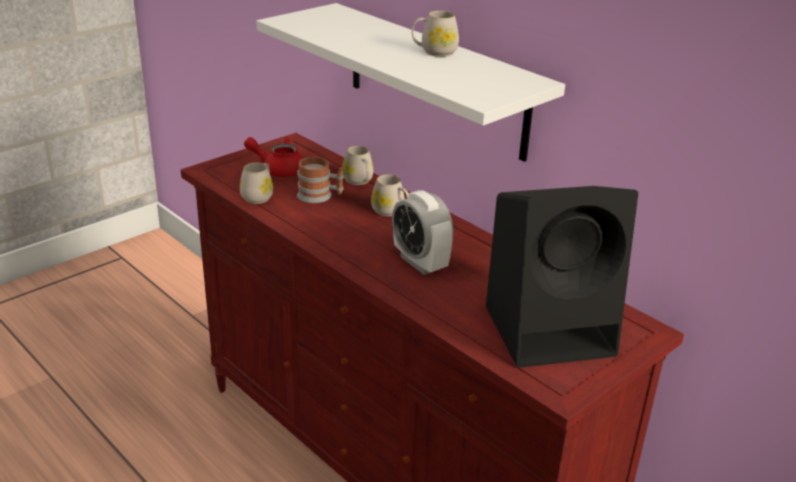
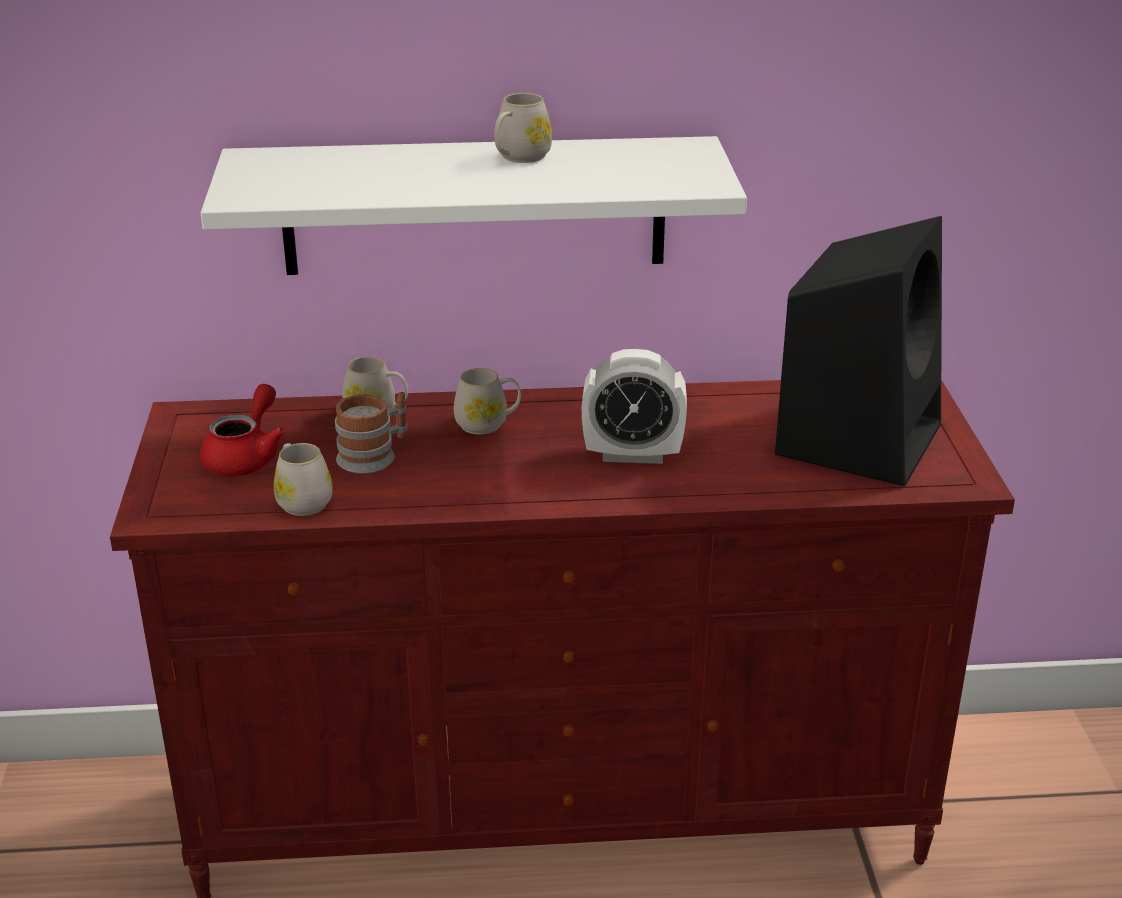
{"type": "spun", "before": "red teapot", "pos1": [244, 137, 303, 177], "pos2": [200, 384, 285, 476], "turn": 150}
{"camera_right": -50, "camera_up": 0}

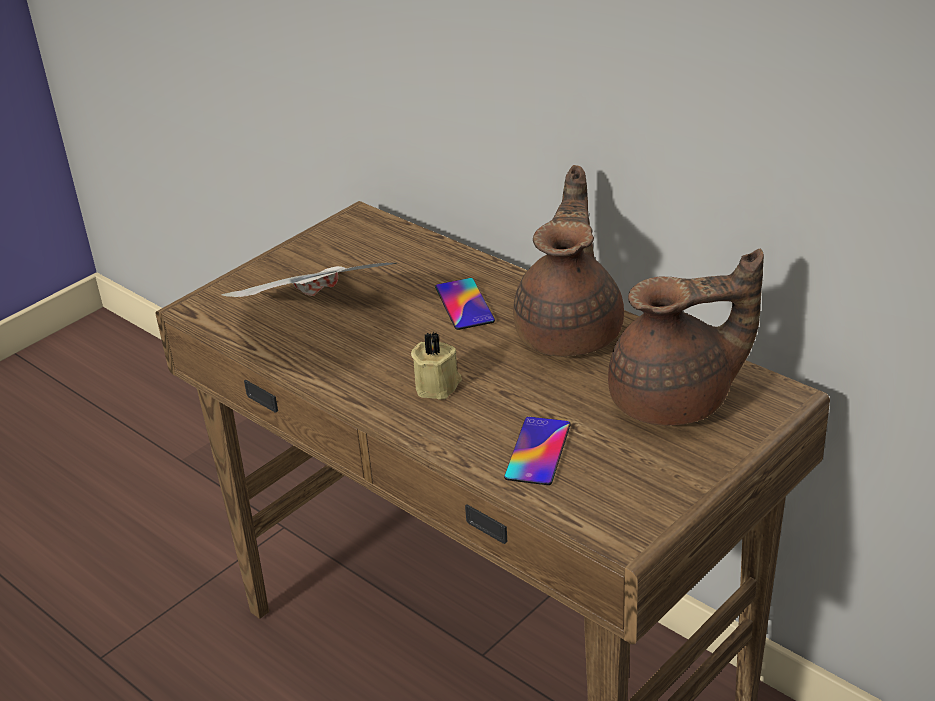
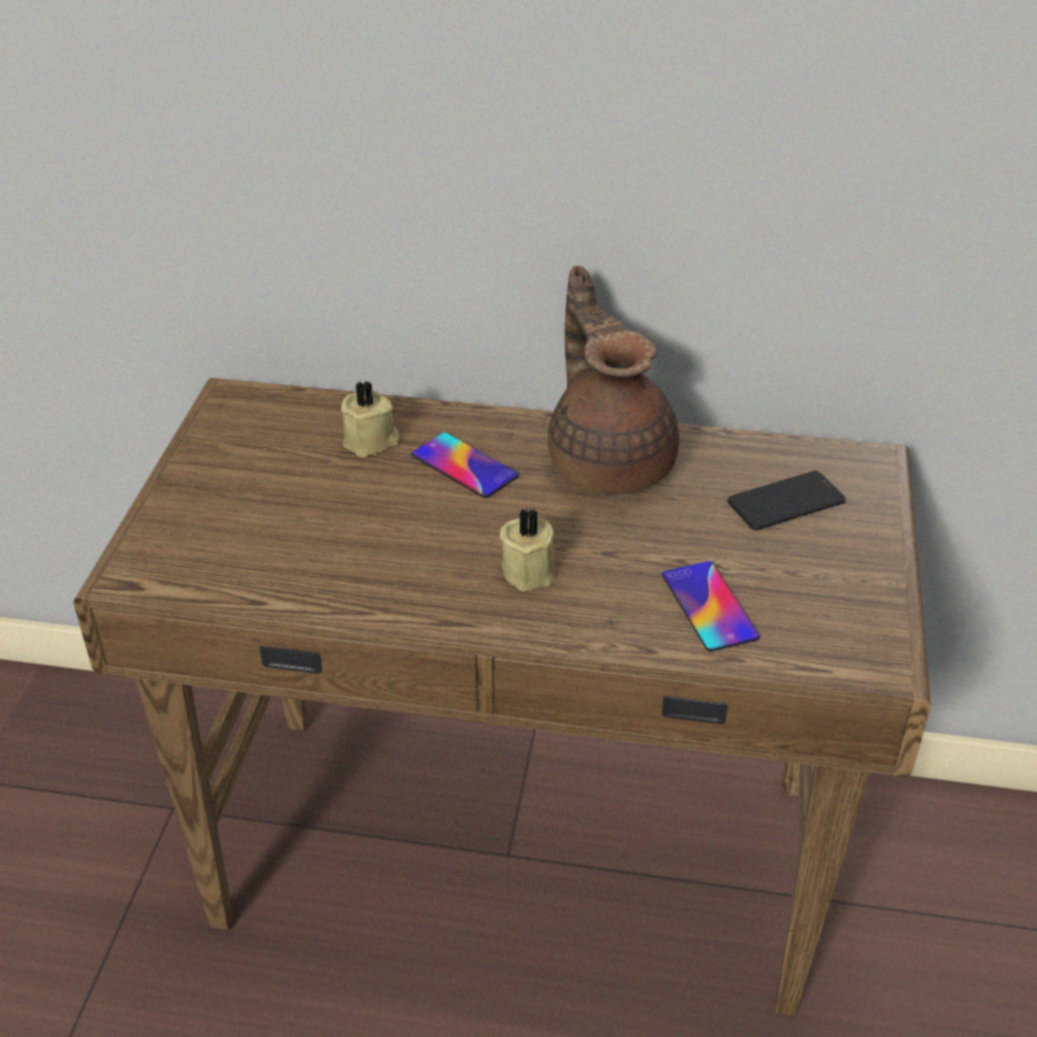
{"type": "missing", "before": "newspaper", "pos1": [221, 263, 397, 297]}
{"type": "appeared", "after": "beige candle", "pos2": [341, 380, 399, 457]}
{"type": "exchanged", "before": "brown teapot", "after": "phone", "pos1": [608, 249, 764, 426], "pos2": [727, 471, 846, 530]}
{"camera_right": -35, "camera_up": 5}

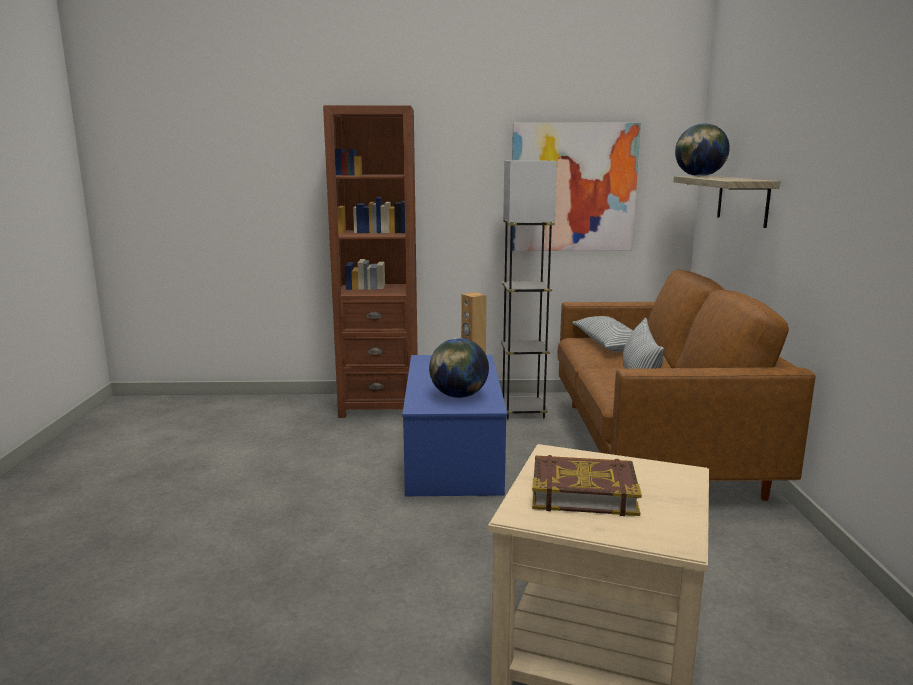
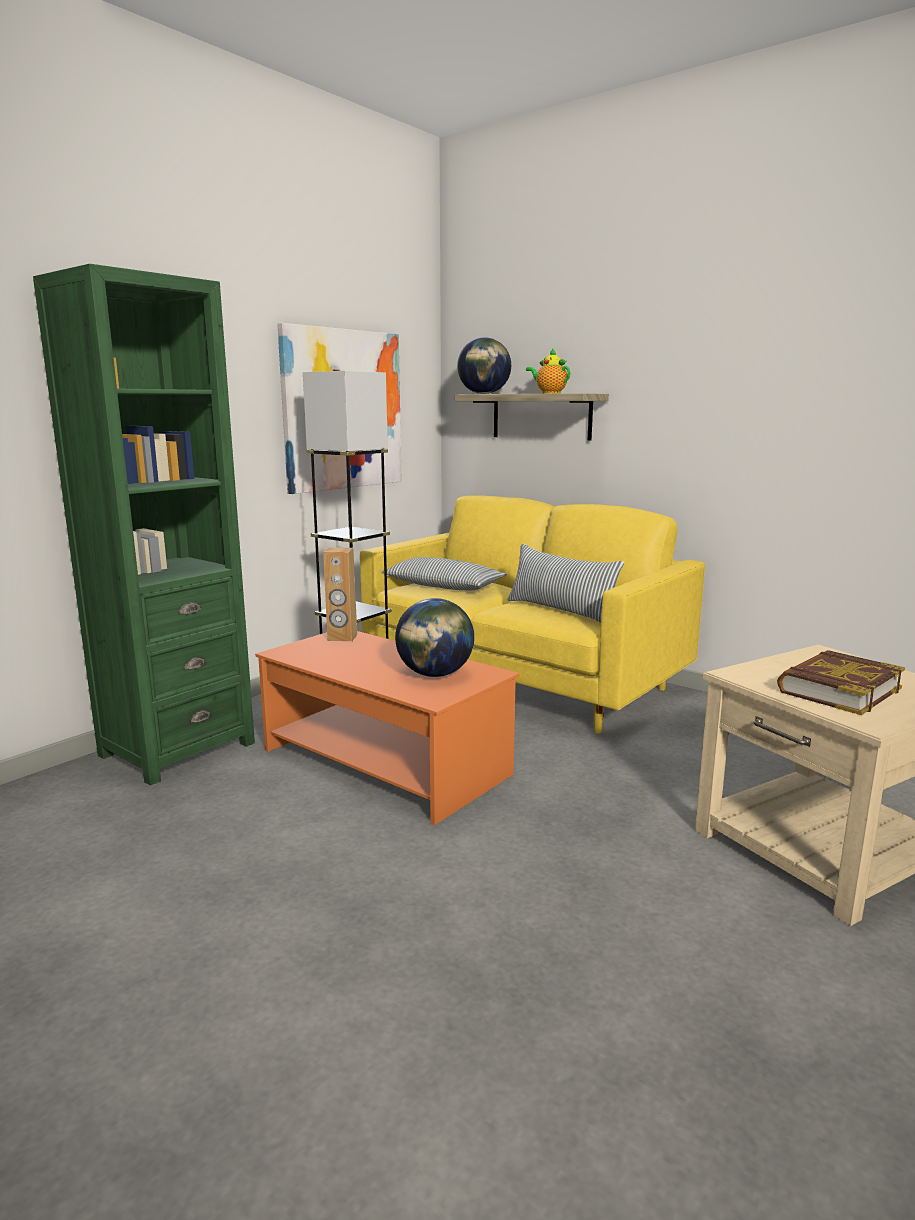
{"type": "appeared", "after": "teapot", "pos2": [526, 348, 570, 394]}
{"type": "colour", "before": "brown bookcase", "after": "green bookcase", "pos1": [323, 105, 418, 418], "pos2": [33, 264, 255, 786]}
{"type": "colour", "before": "blue coffee table", "after": "orange coffee table", "pos1": [402, 355, 507, 496], "pos2": [255, 631, 520, 825]}
{"type": "colour", "before": "brown sofa", "after": "yellow sofa", "pos1": [557, 270, 816, 501], "pos2": [360, 495, 705, 734]}
{"camera_right": -50, "camera_up": 0}

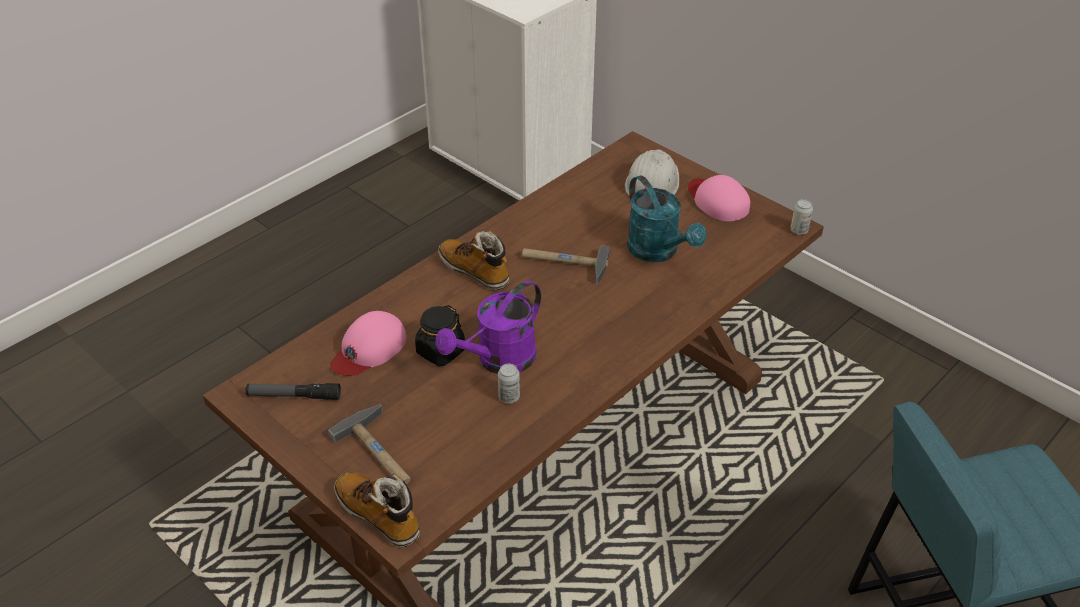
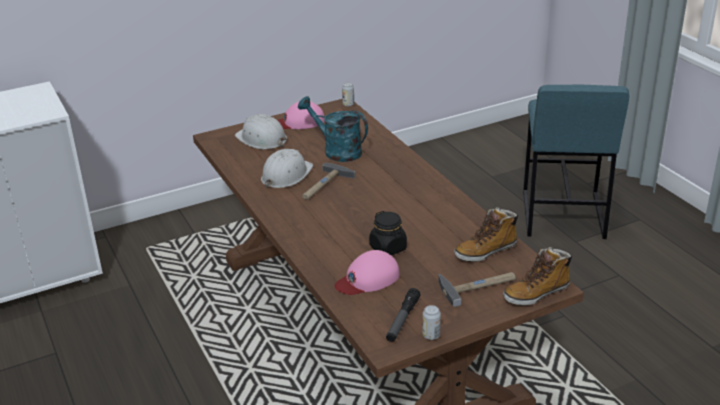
{"type": "missing", "before": "purple watering can", "pos1": [435, 281, 541, 374]}
{"type": "appeared", "after": "white hard hat", "pos2": [261, 149, 313, 189]}
{"type": "relocated", "before": "boot", "pos1": [438, 231, 509, 290], "pos2": [454, 207, 518, 262]}
{"type": "relocated", "before": "can", "pos1": [498, 364, 520, 404], "pos2": [422, 305, 441, 340]}
{"type": "spun", "before": "pink cap", "pos1": [330, 311, 407, 376], "pos2": [335, 250, 400, 295], "turn": 90}
{"type": "spun", "before": "turquoise watering can", "pos1": [627, 176, 707, 262], "pos2": [298, 96, 368, 162], "turn": -135}
{"camera_right": -70, "camera_up": -10}

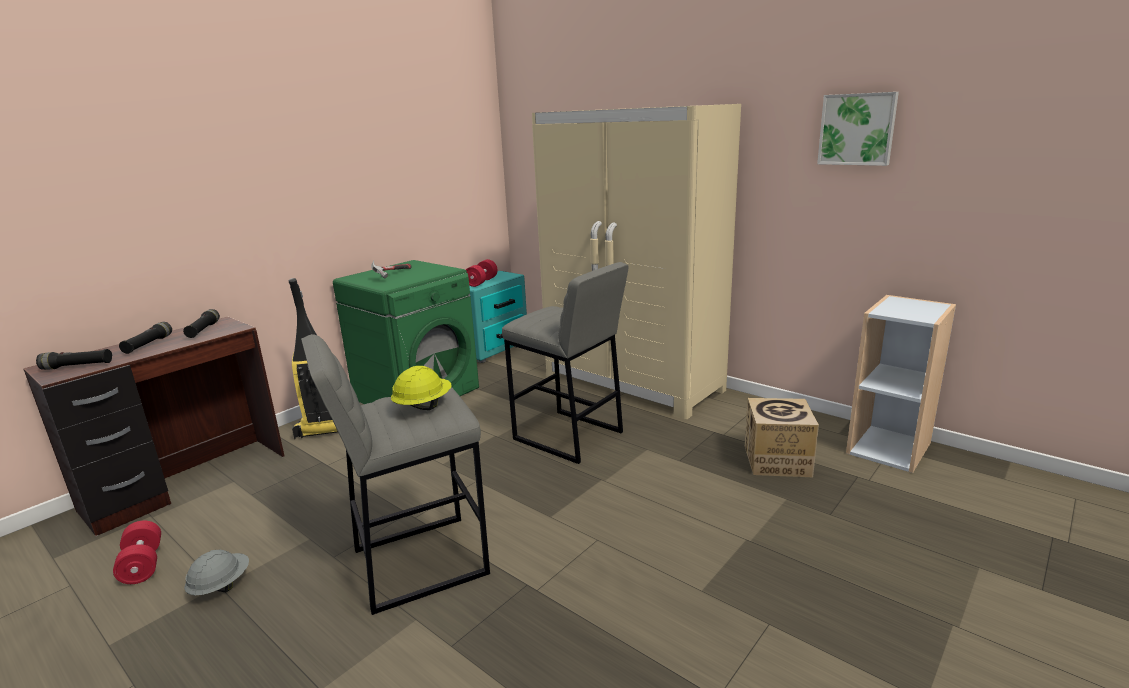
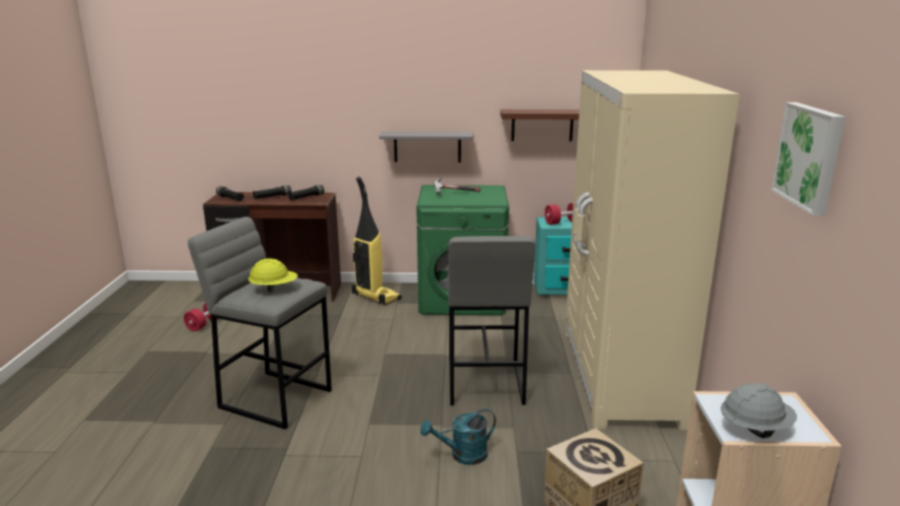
{"type": "appeared", "after": "grey shelf", "pos2": [379, 131, 473, 163]}
{"type": "appeared", "after": "turquoise watering can", "pos2": [420, 409, 496, 465]}
{"type": "appeared", "after": "brown shelf", "pos2": [500, 109, 579, 141]}
{"type": "relocated", "before": "grey hard hat", "pos1": [184, 550, 249, 595], "pos2": [721, 383, 797, 438]}
{"camera_right": 50, "camera_up": 0}

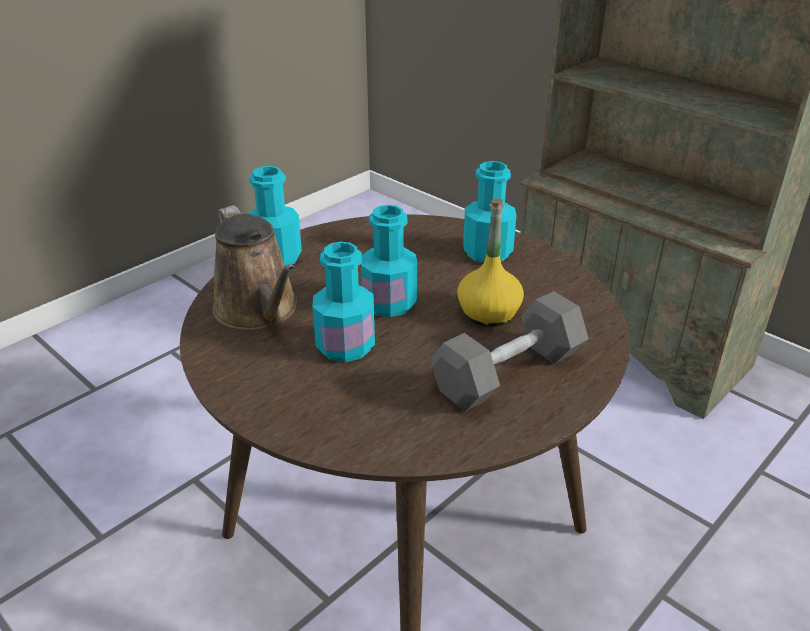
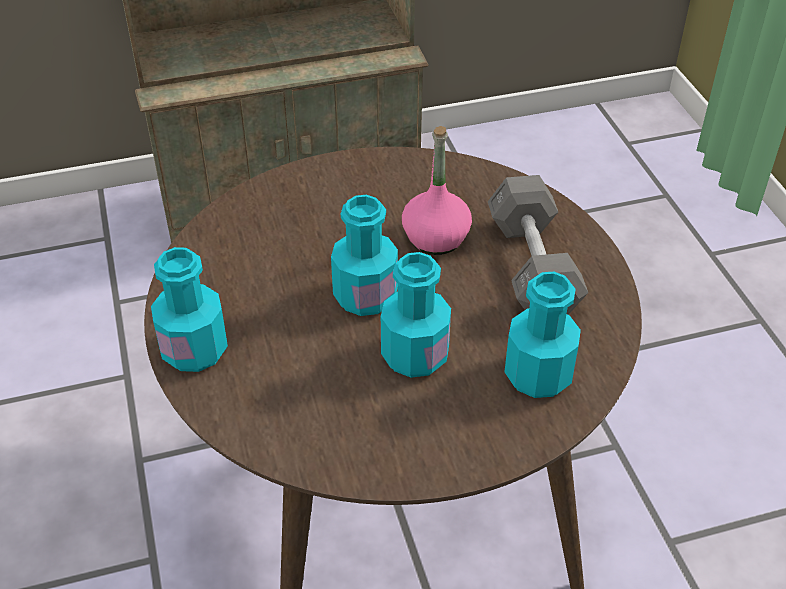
{"type": "missing", "before": "brown watering can", "pos1": [212, 205, 297, 330]}
{"type": "relocated", "before": "turquoise bottle", "pos1": [463, 161, 517, 263], "pos2": [504, 272, 581, 398]}
{"type": "colour", "before": "yellow bottle", "after": "pink bottle", "pos1": [457, 198, 524, 326], "pos2": [402, 126, 472, 255]}
{"camera_right": -60, "camera_up": 10}

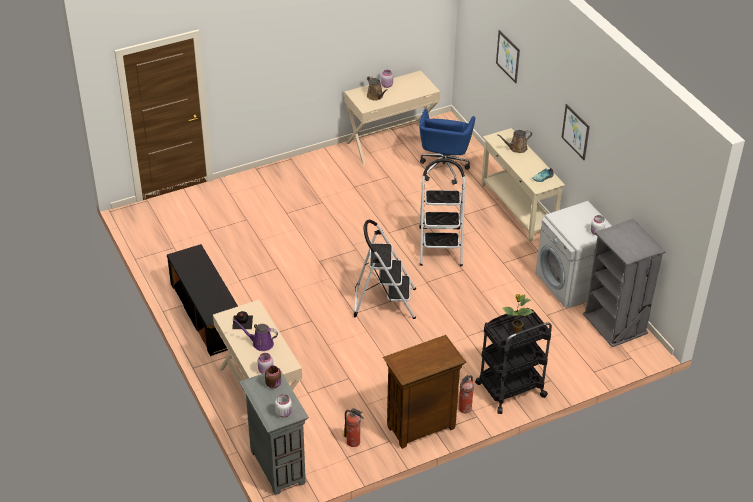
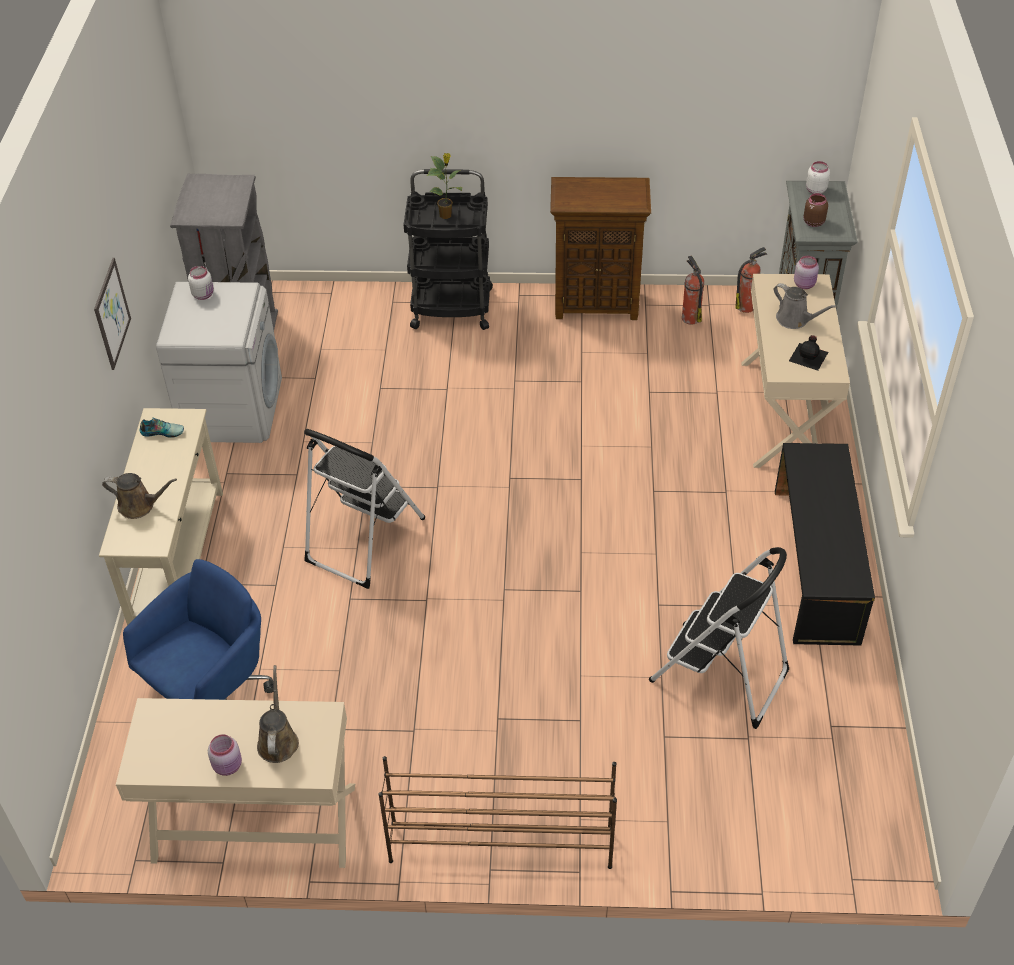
{"type": "missing", "before": "picture", "pos1": [496, 30, 520, 83]}
{"type": "appeared", "after": "brown shoe rack", "pos2": [379, 756, 617, 869]}
{"type": "relocated", "before": "step ladder", "pos1": [354, 220, 416, 319], "pos2": [649, 547, 789, 729]}
{"type": "relocated", "before": "fire extinguisher", "pos1": [458, 375, 474, 413], "pos2": [735, 247, 767, 313]}
{"type": "colour", "before": "purple watering can", "after": "grey watering can", "pos1": [233, 319, 278, 351], "pos2": [774, 283, 837, 329]}
{"camera_right": -150, "camera_up": 5}

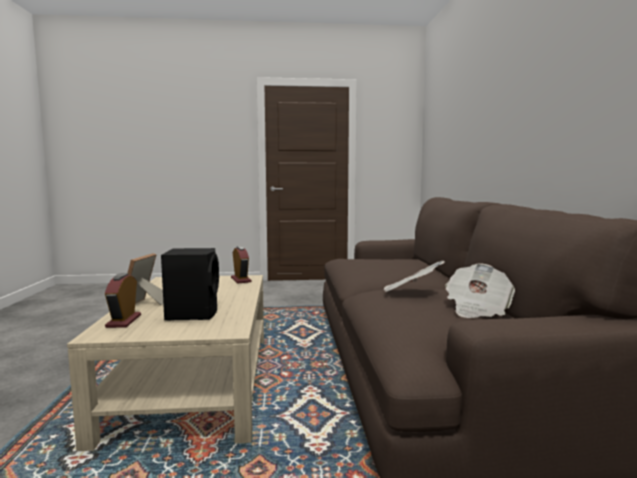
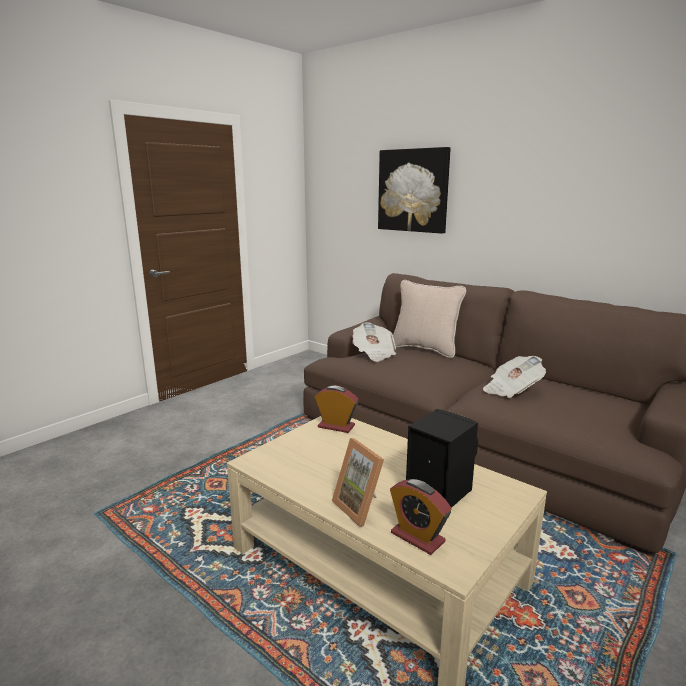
{"type": "appeared", "after": "picture", "pos2": [378, 147, 451, 234]}
{"type": "appeared", "after": "beige pillow", "pos2": [393, 280, 466, 358]}
{"type": "relocated", "before": "newspaper", "pos1": [445, 263, 515, 318], "pos2": [352, 322, 396, 362]}
{"camera_right": -45, "camera_up": 10}

